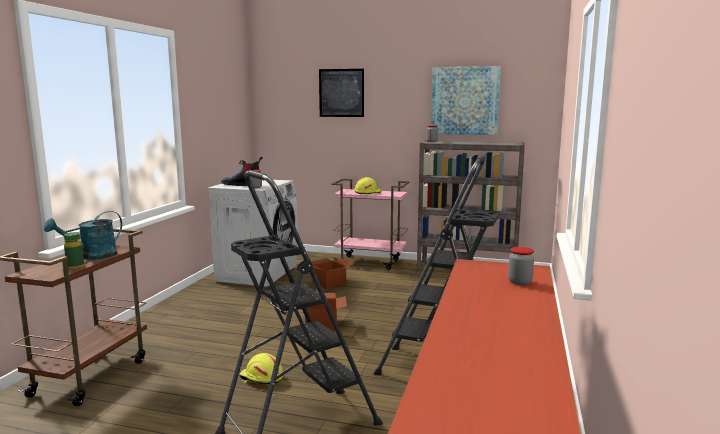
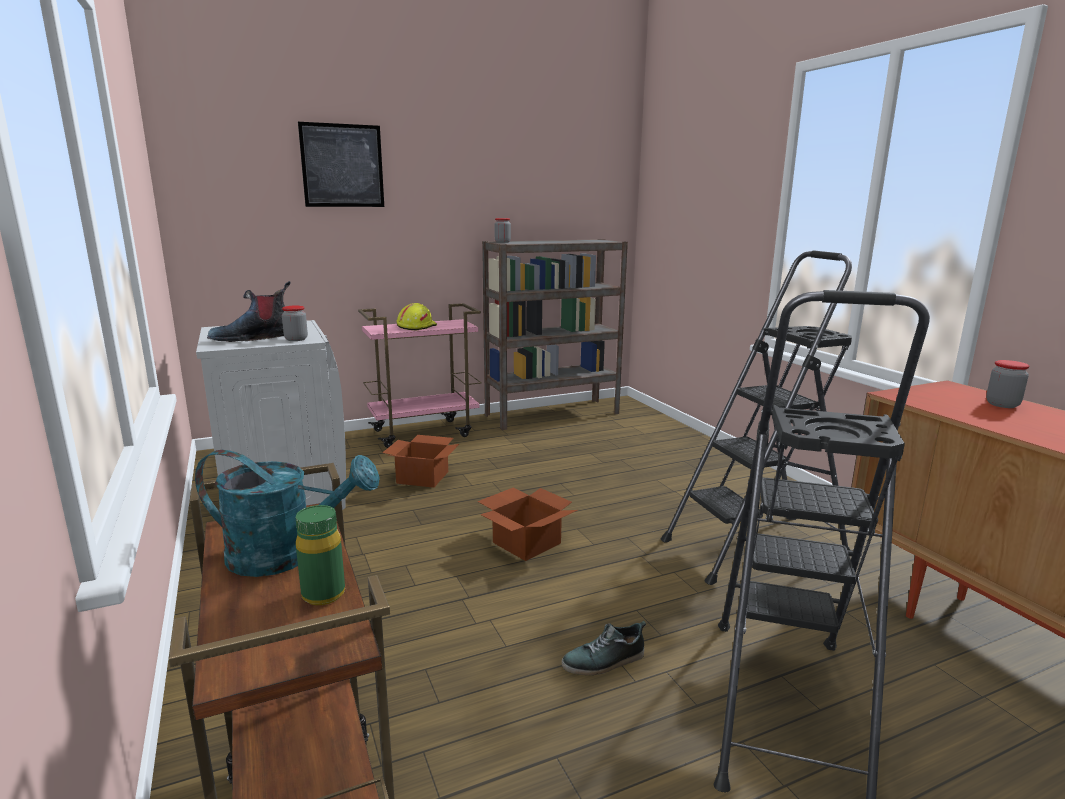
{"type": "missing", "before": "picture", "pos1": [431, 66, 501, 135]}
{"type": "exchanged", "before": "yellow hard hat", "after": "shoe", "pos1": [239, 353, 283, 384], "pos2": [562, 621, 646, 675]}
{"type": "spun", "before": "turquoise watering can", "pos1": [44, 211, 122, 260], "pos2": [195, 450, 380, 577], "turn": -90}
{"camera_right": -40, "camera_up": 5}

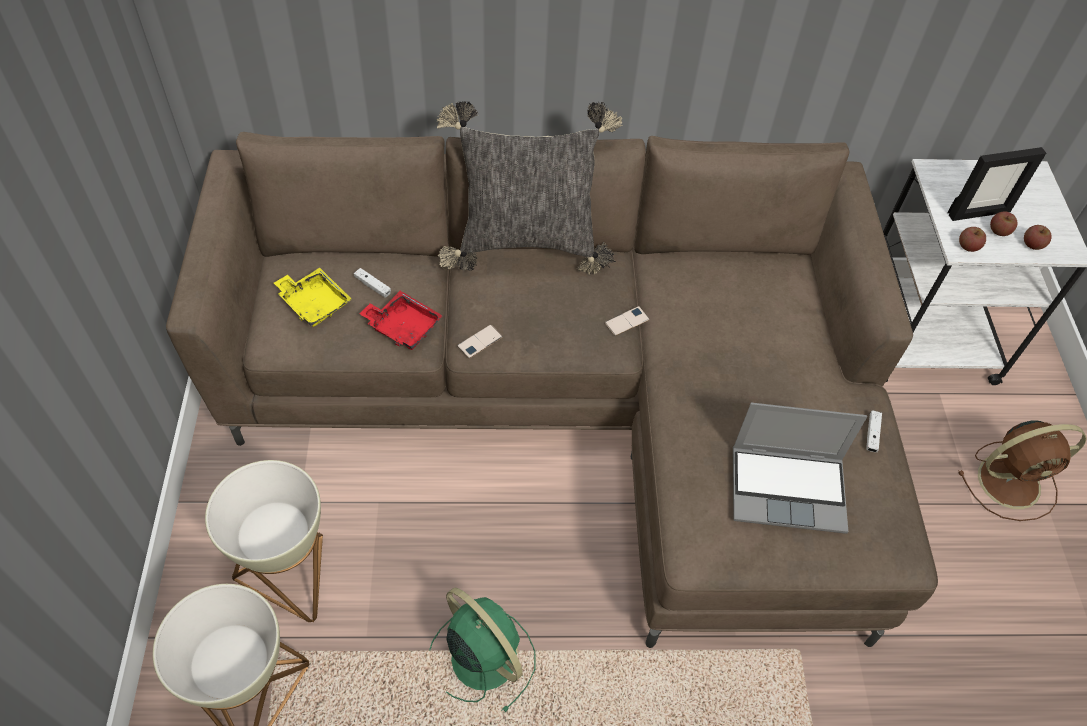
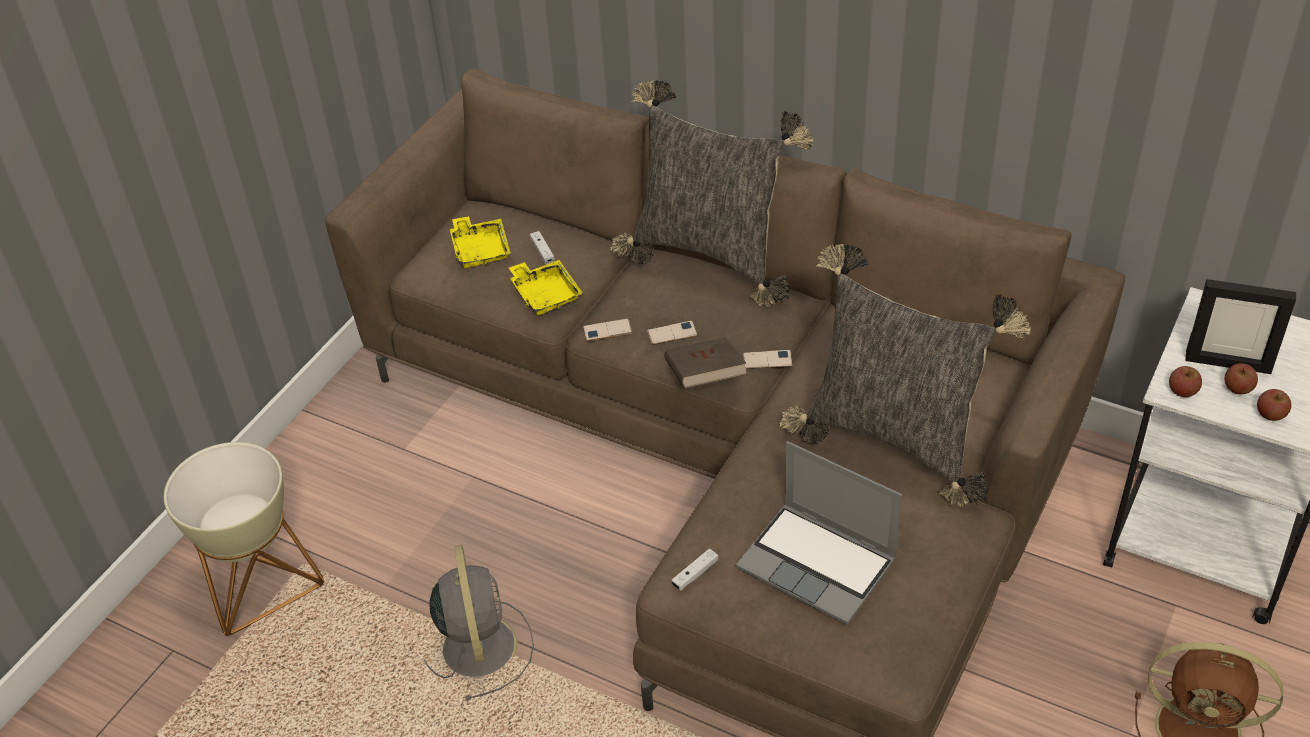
{"type": "missing", "before": "planter", "pos1": [205, 460, 323, 622]}
{"type": "appeared", "after": "phone", "pos2": [647, 321, 698, 345]}
{"type": "appeared", "after": "brown book", "pos2": [664, 337, 748, 389]}
{"type": "appeared", "after": "pillow", "pos2": [779, 244, 1031, 508]}
{"type": "relocated", "before": "white game controller", "pos1": [866, 410, 882, 452], "pos2": [671, 549, 718, 590]}
{"type": "colour", "before": "red tray", "after": "yellow tray", "pos1": [359, 291, 443, 350], "pos2": [509, 260, 583, 315]}
{"type": "colour", "before": "green fan", "after": "grey fan", "pos1": [429, 588, 535, 713], "pos2": [424, 545, 534, 701]}
{"camera_right": 35, "camera_up": -10}

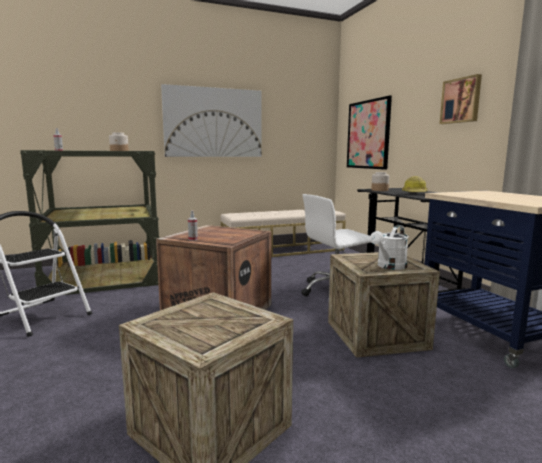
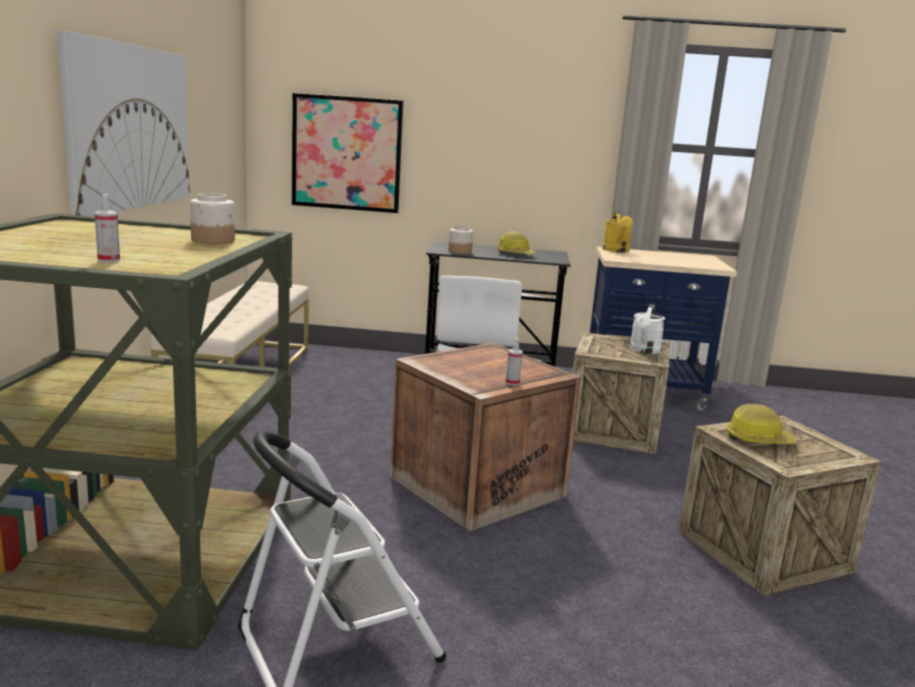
{"type": "missing", "before": "picture", "pos1": [440, 74, 482, 124]}
{"type": "appeared", "after": "yellow watering can", "pos2": [602, 211, 633, 253]}
{"type": "appeared", "after": "hard hat", "pos2": [725, 404, 797, 444]}
{"type": "spun", "before": "white watering can", "pos1": [370, 225, 408, 270], "pos2": [630, 304, 665, 354], "turn": 45}
{"camera_right": -65, "camera_up": 5}

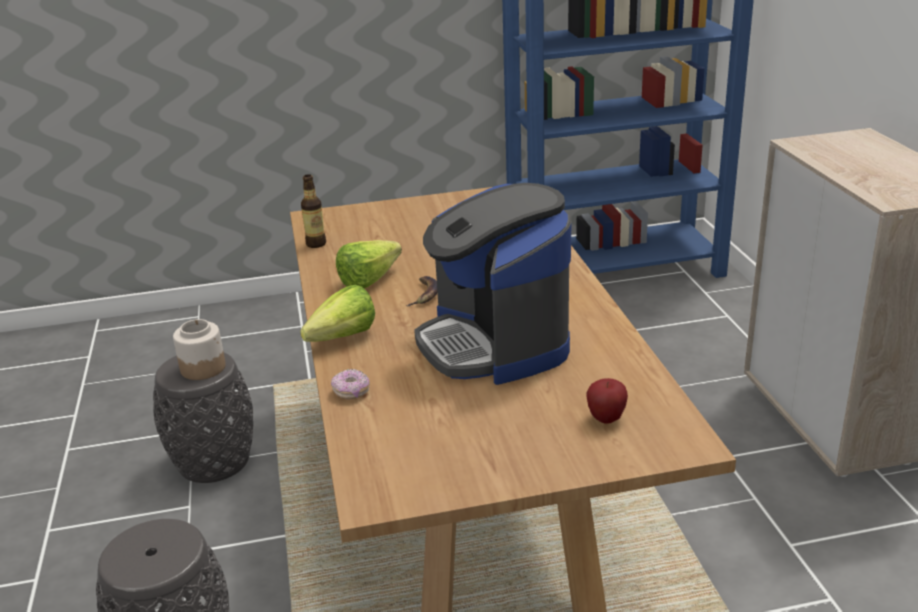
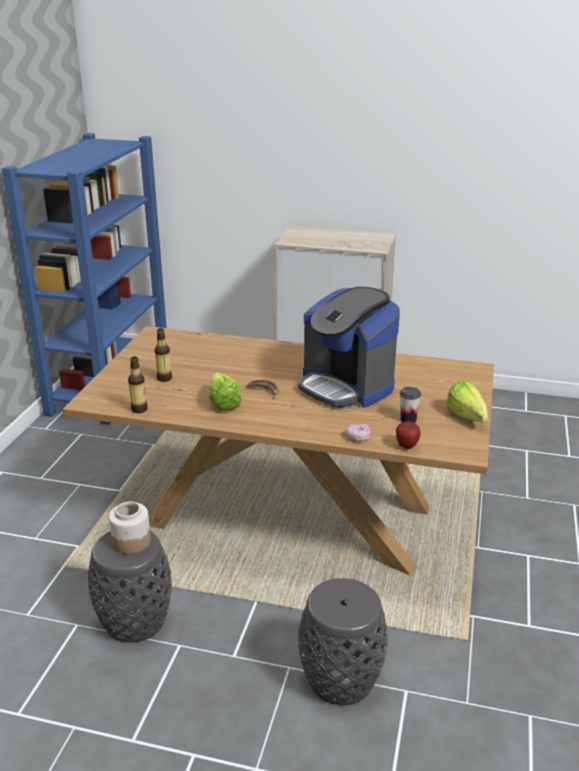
{"type": "appeared", "after": "bottle", "pos2": [155, 328, 172, 382]}
{"type": "appeared", "after": "cup", "pos2": [400, 387, 421, 423]}
{"type": "relocated", "before": "lettuce", "pos1": [300, 285, 375, 342], "pos2": [446, 380, 488, 422]}
{"type": "relocated", "before": "apple", "pos1": [587, 378, 628, 424], "pos2": [396, 421, 421, 449]}
{"type": "spun", "before": "coffee machine", "pos1": [414, 183, 571, 385], "pos2": [298, 287, 400, 408], "turn": 45}
{"camera_right": -65, "camera_up": 0}

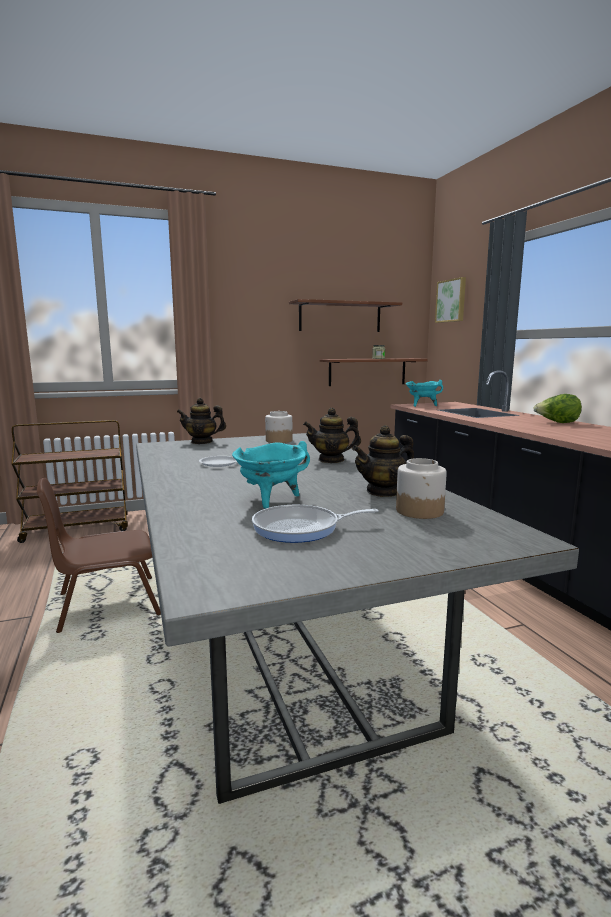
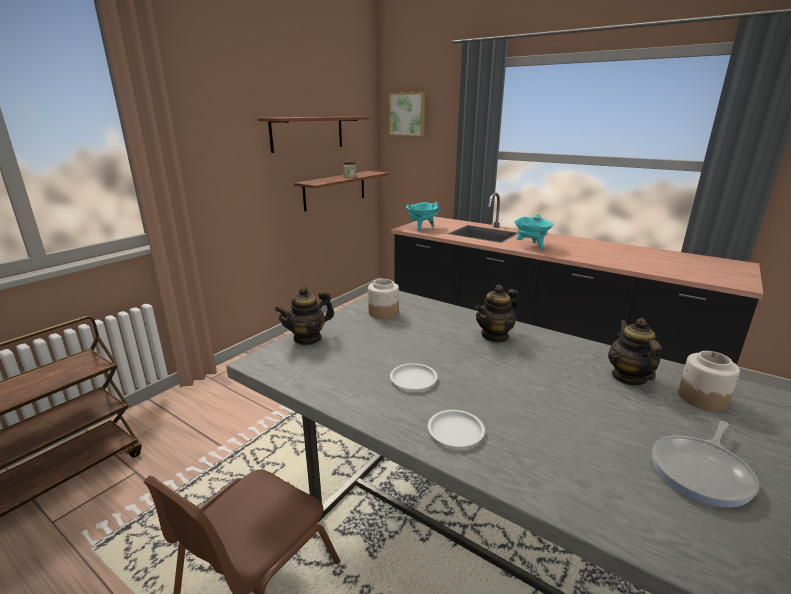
{"type": "missing", "before": "lettuce", "pos1": [533, 394, 582, 423]}
{"type": "appeared", "after": "white plate", "pos2": [428, 410, 485, 447]}
{"type": "relocated", "before": "turquoise cooking pot", "pos1": [232, 441, 310, 509], "pos2": [514, 214, 554, 250]}
{"type": "spun", "before": "teapot", "pos1": [352, 425, 414, 497], "pos2": [608, 318, 662, 386], "turn": 150}
{"camera_right": -35, "camera_up": 10}

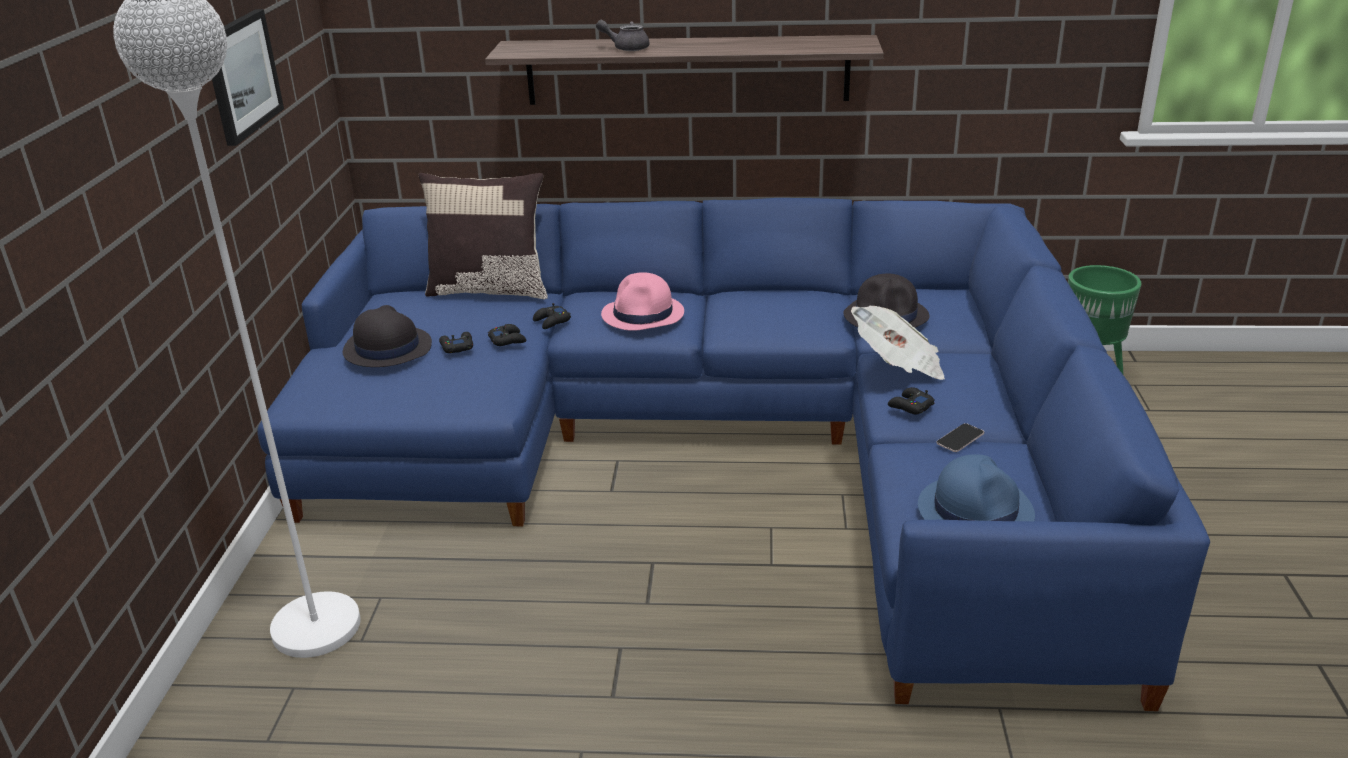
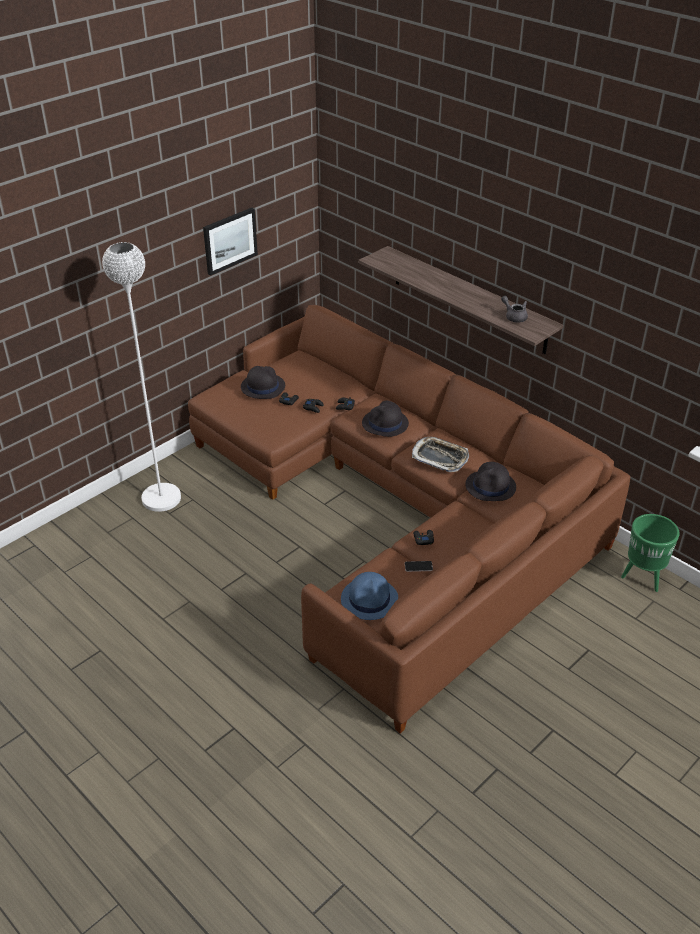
{"type": "missing", "before": "pillow", "pos1": [419, 173, 548, 300]}
{"type": "missing", "before": "newspaper", "pos1": [851, 306, 945, 380]}
{"type": "appeared", "after": "tray", "pos2": [412, 437, 469, 472]}
{"type": "relocated", "before": "grey teapot", "pos1": [596, 20, 650, 51], "pos2": [501, 296, 528, 323]}
{"type": "colour", "before": "blue sofa", "after": "brown sofa", "pos1": [257, 198, 1210, 711], "pos2": [188, 305, 631, 733]}
{"type": "colour", "before": "pink hat", "after": "black hat", "pos1": [601, 272, 684, 331], "pos2": [362, 401, 409, 437]}
{"camera_right": 40, "camera_up": 10}

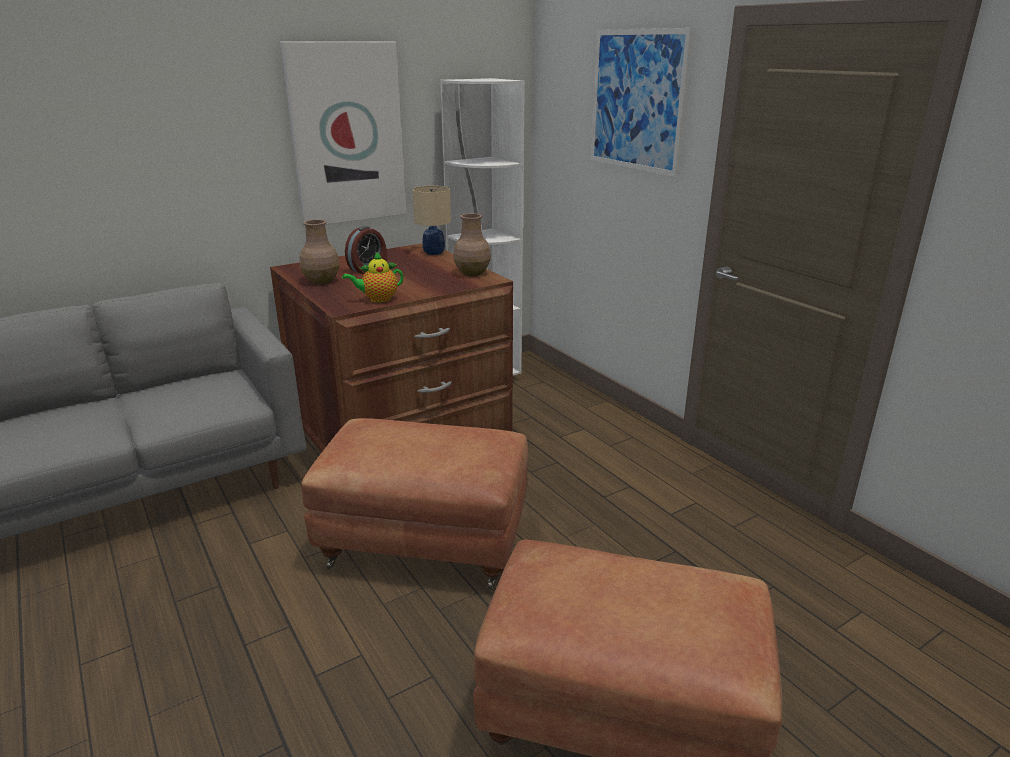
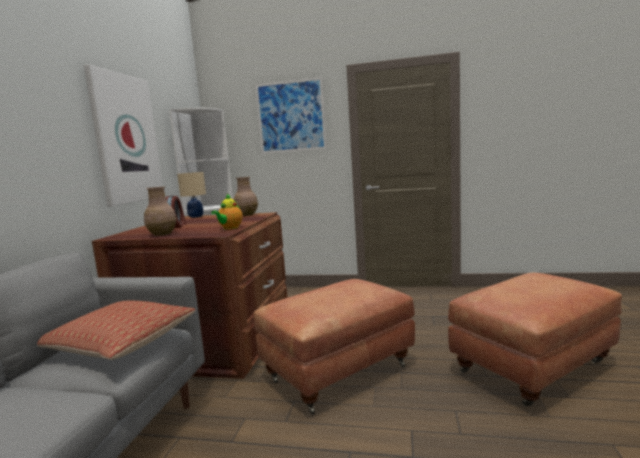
{"type": "appeared", "after": "pillow", "pos2": [37, 301, 196, 360]}
{"camera_right": -45, "camera_up": -15}

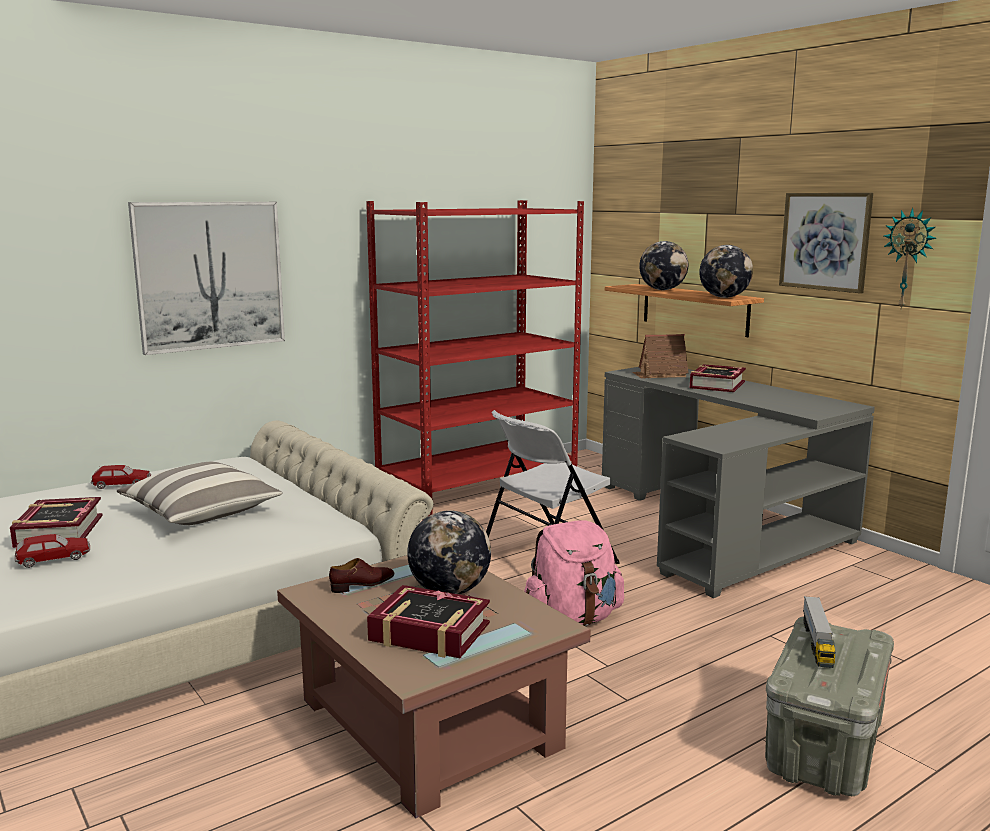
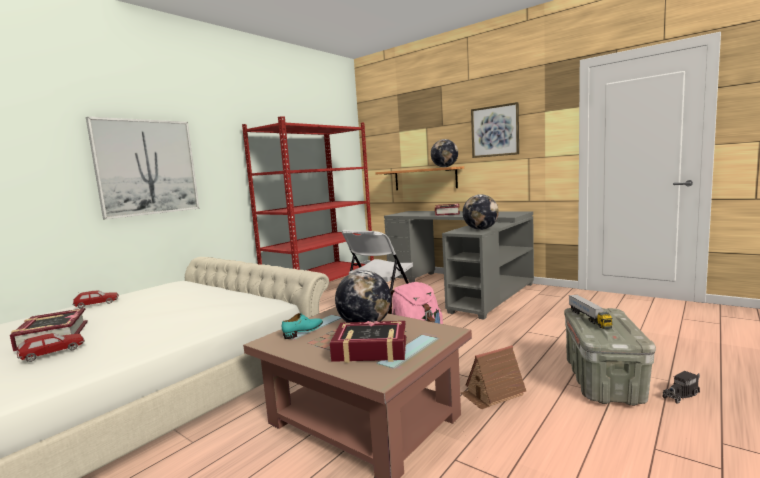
{"type": "missing", "before": "pillow", "pos1": [117, 462, 283, 525]}
{"type": "missing", "before": "wall clock", "pos1": [884, 208, 936, 309]}
{"type": "appeared", "after": "toy truck", "pos2": [663, 371, 700, 404]}
{"type": "relocated", "before": "toy house", "pos1": [632, 334, 688, 379], "pos2": [461, 345, 526, 409]}
{"type": "relocated", "before": "globe", "pos1": [639, 241, 688, 290], "pos2": [463, 194, 499, 230]}
{"type": "colour", "before": "brown shoe", "after": "turquoise shoe", "pos1": [329, 558, 394, 593], "pos2": [282, 313, 323, 339]}
{"camera_right": -15, "camera_up": -5}

